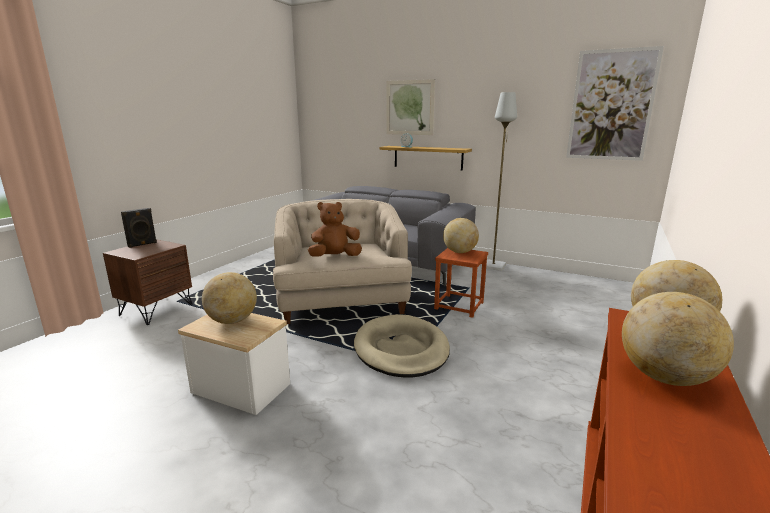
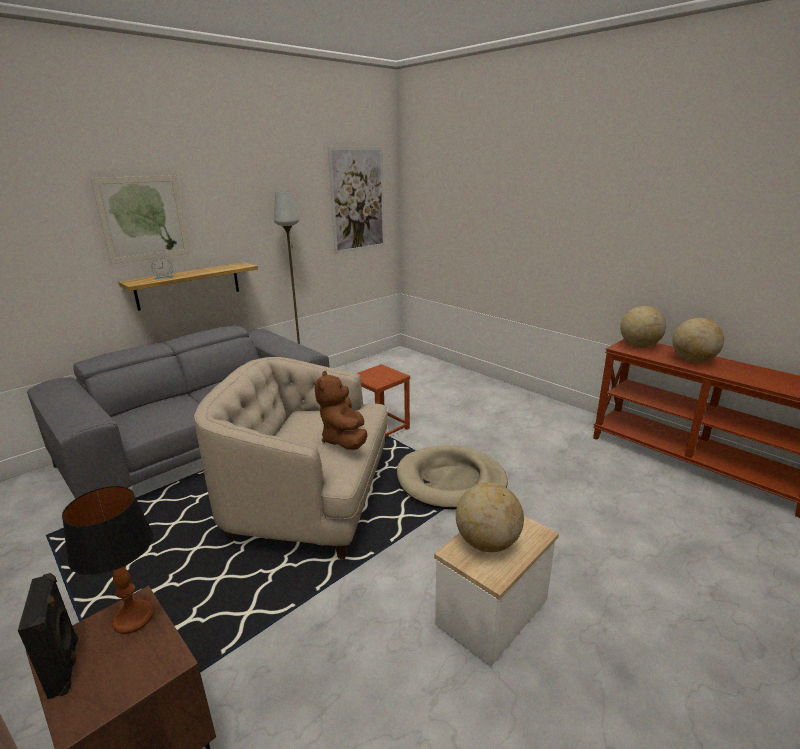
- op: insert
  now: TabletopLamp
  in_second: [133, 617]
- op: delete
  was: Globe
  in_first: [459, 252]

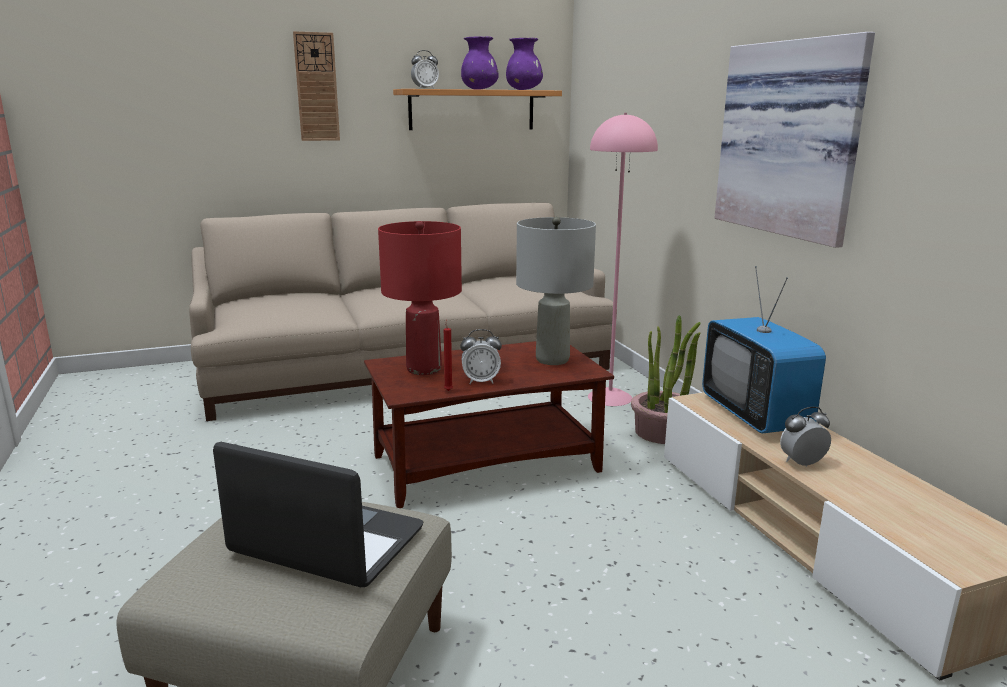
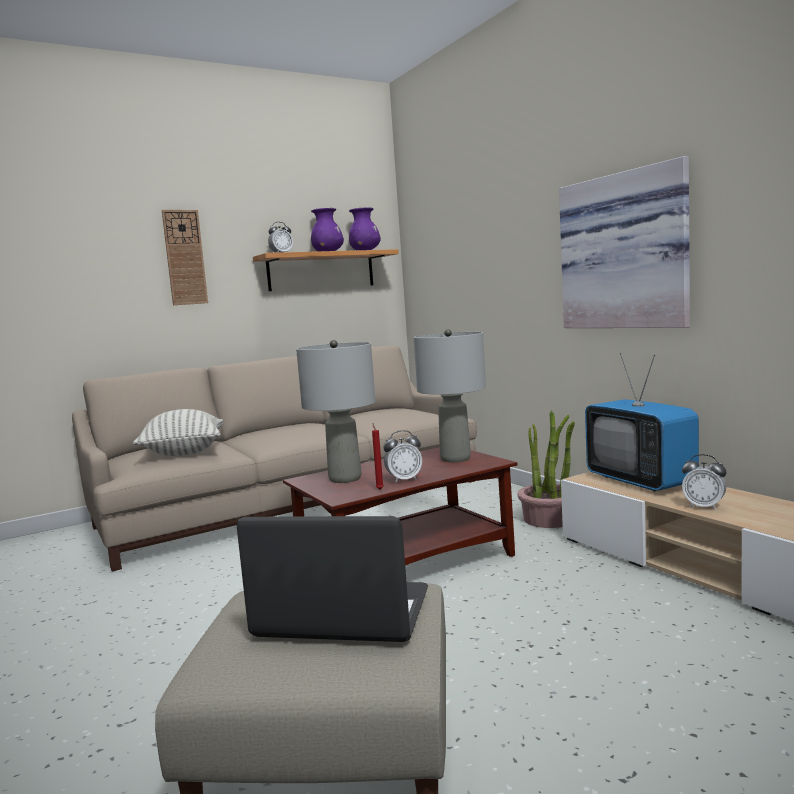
- op: insert
  now: ThrowPillow
  in_second: [184, 453]
- op: recolor
  was: RedColouredTabletopLamp
  now: GrayTabletopLamp
  in_first: [424, 369]
  in_second: [345, 479]
- op: rotate
  was: AlarmClock
  in_first: [802, 463]
  in_second: [704, 507]
  clockwise: -120
- op: delete
  was: PinkStandingLamp
  in_first: [610, 397]

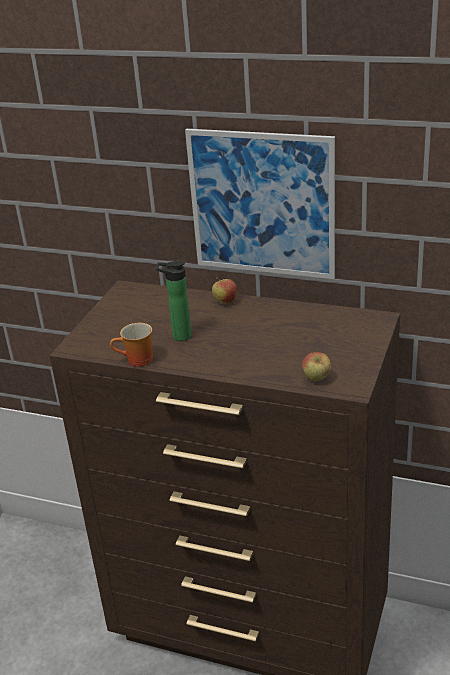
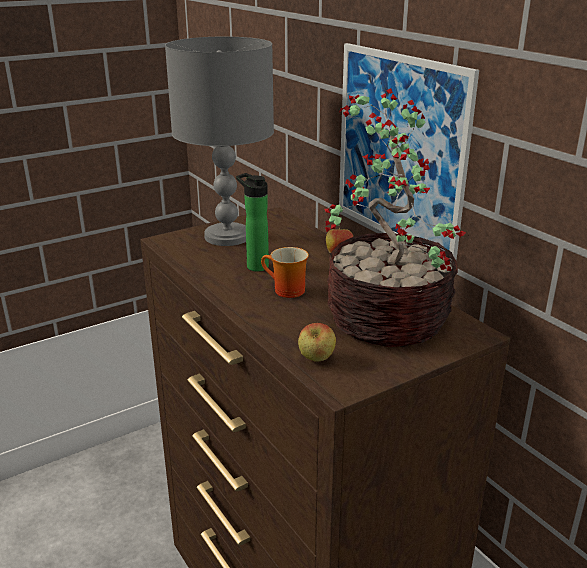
- op: insert
  now: GrayTabletopLamp
  in_second: [228, 236]
- op: move
  was: CoffeeMug
  in_first: [137, 361]
  in_second: [285, 291]
- op: insert
  now: Houseplant
  in_second: [384, 316]

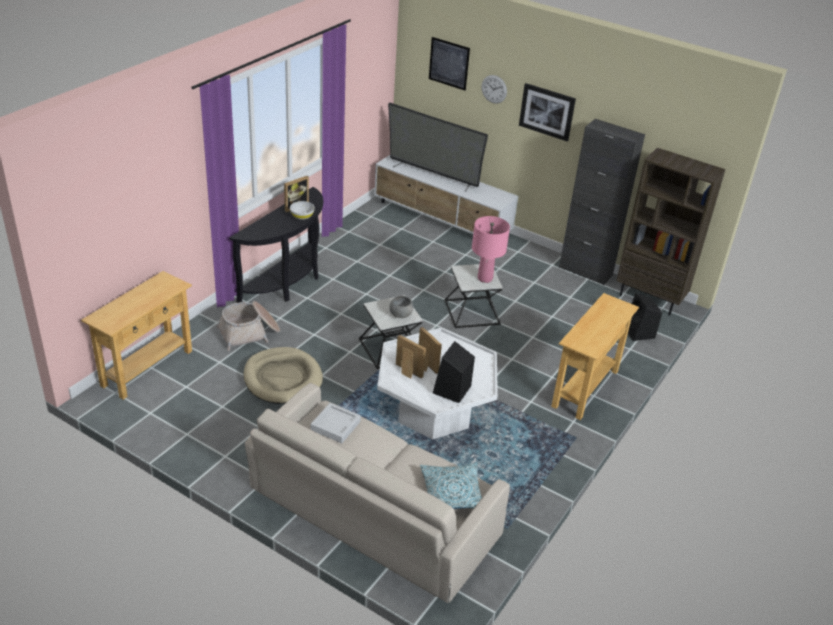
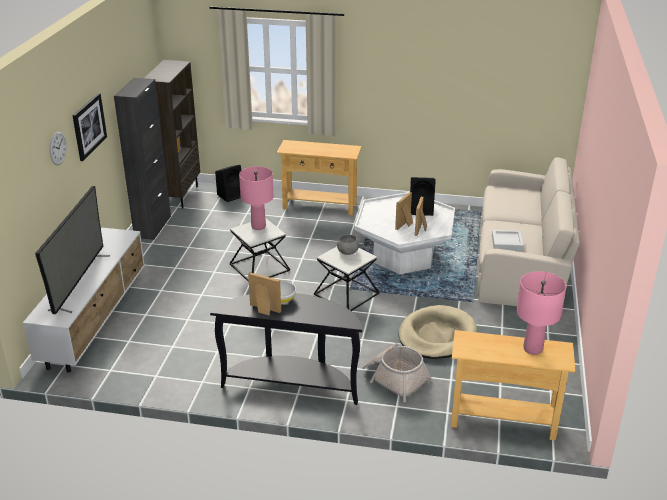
- op: insert
  now: PinkTabletopLamp
  in_second: [533, 349]
- op: delete
  was: ThrowPillow
  in_first: [451, 493]
- op: delete
  was: WallPicture
  in_first: [449, 63]

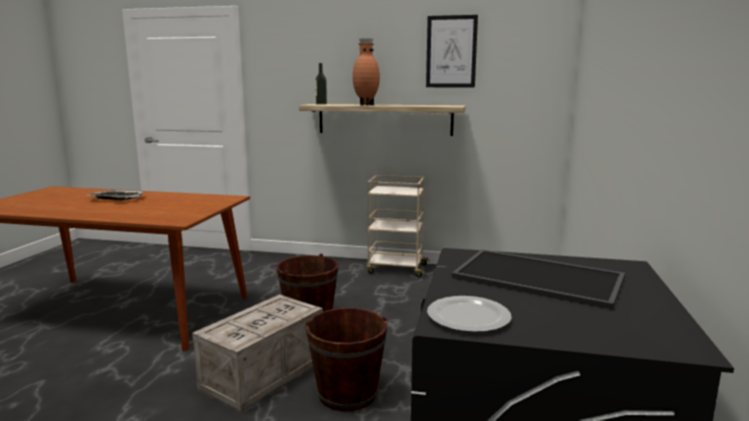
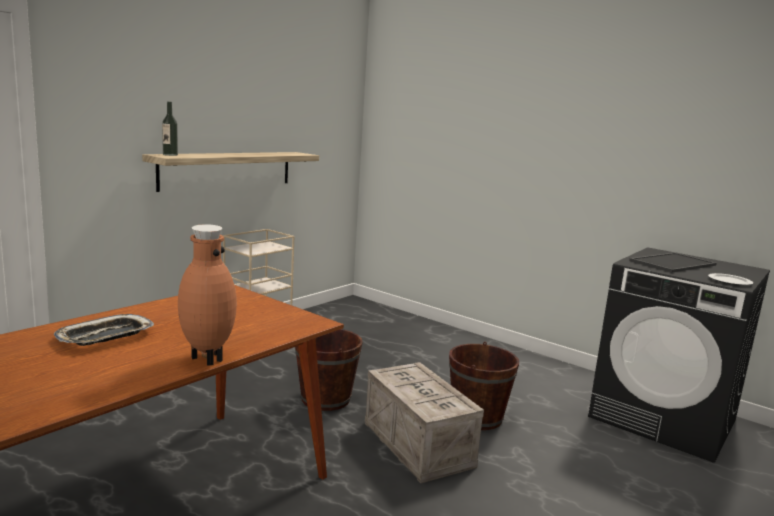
- op: move
  was: BrownDecorativeVase
  in_first: [365, 105]
  in_second: [206, 358]
- op: delete
  was: WallPicture
  in_first: [451, 52]

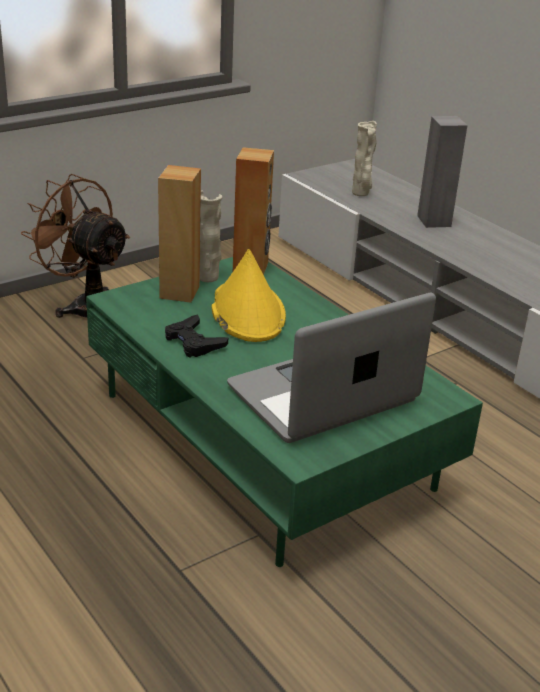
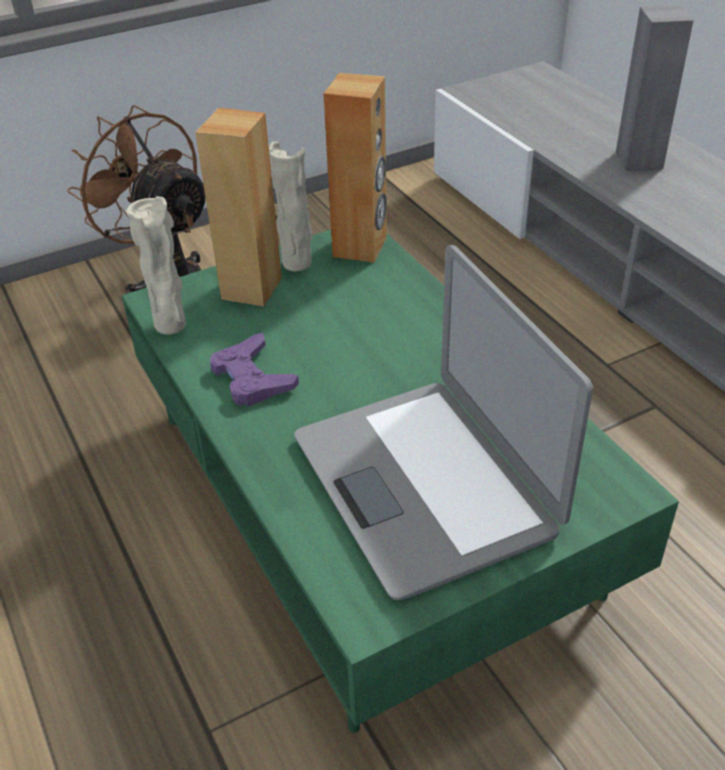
- op: move
  was: SandColouredDecorativeVase
  in_first: [361, 194]
  in_second: [171, 326]
- op: recolor
  was: BlackGamepad
  now: PurpleGamepad
  in_first: [194, 342]
  in_second: [252, 378]
- op: rotate
  was: Laptop
  in_first: [323, 396]
  in_second: [426, 483]
  clockwise: -90
- op: delete
  was: YellowHat
  in_first: [247, 312]

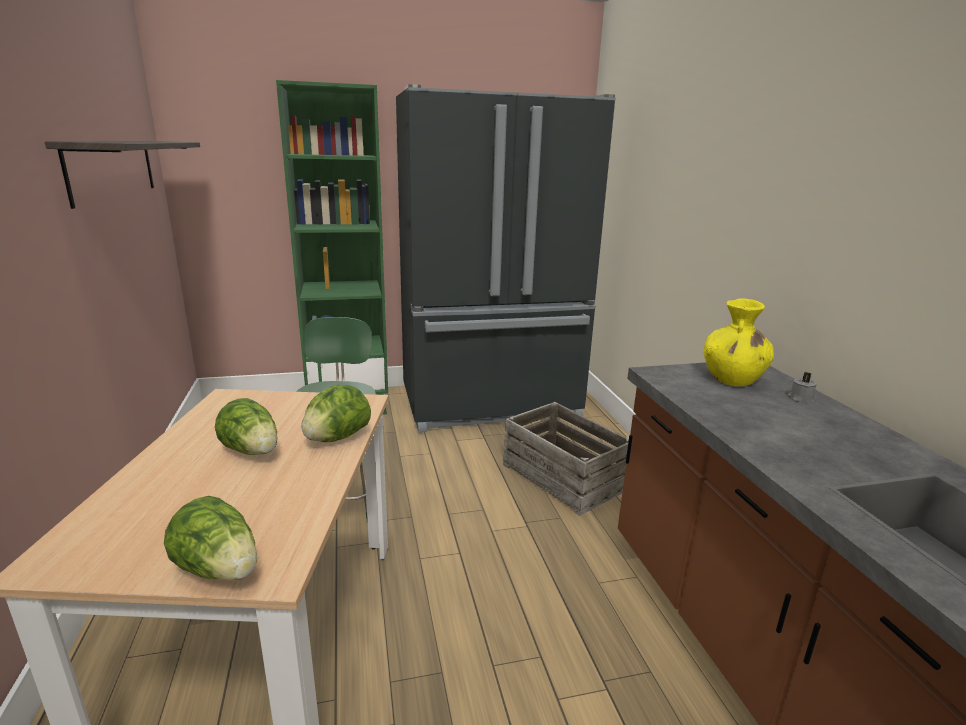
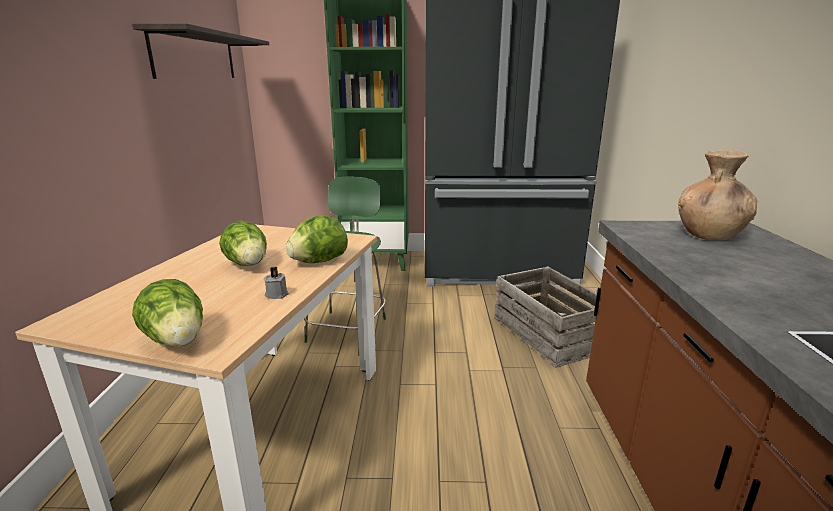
- op: move
  was: GrayCandle
  in_first: [799, 398]
  in_second: [277, 294]
- op: recolor
  was: YellowDecorativeVase
  now: BrownDecorativeVase
  in_first: [732, 379]
  in_second: [709, 235]

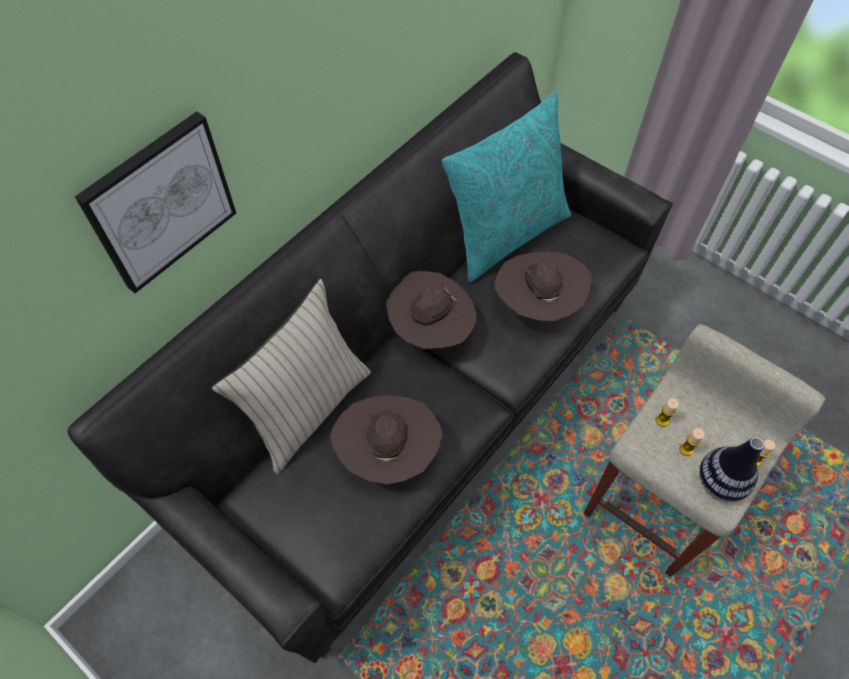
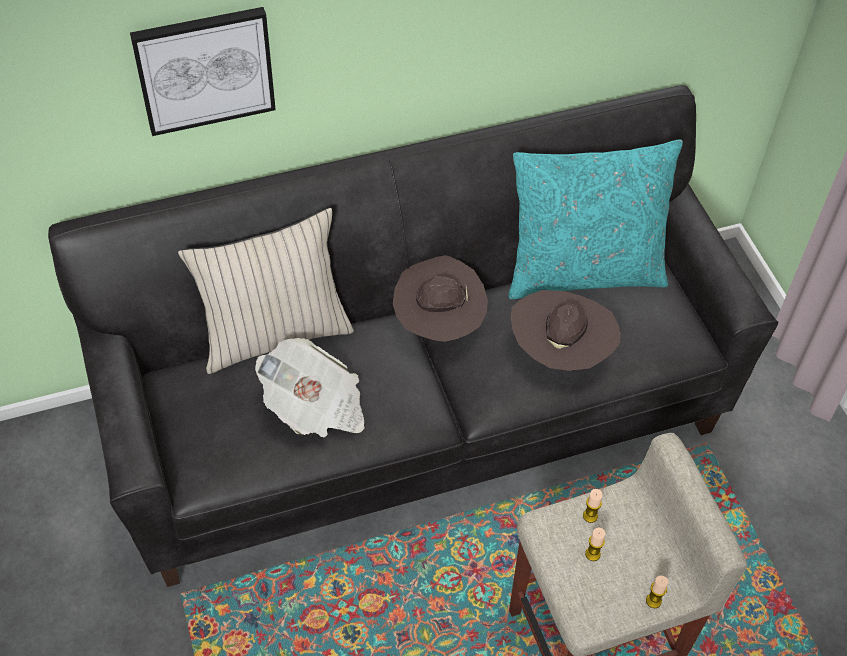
- op: replace
  was: BrownHat
  now: Newspaper
  in_first: [388, 452]
  in_second: [315, 407]
- op: delete
  was: DecorativeVase
  in_first: [719, 482]

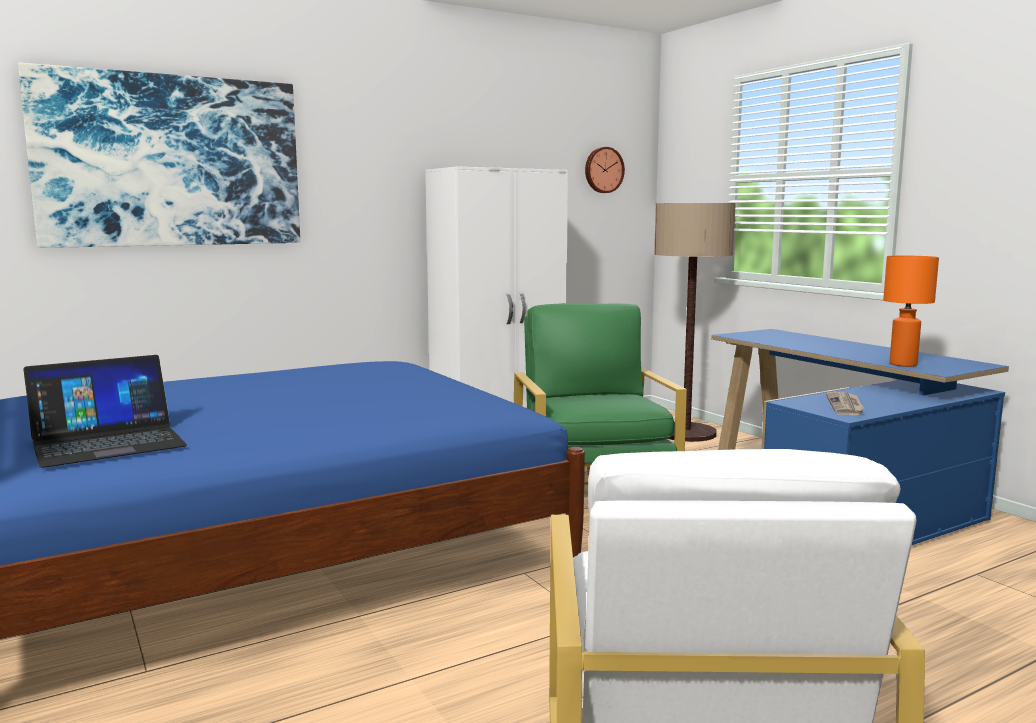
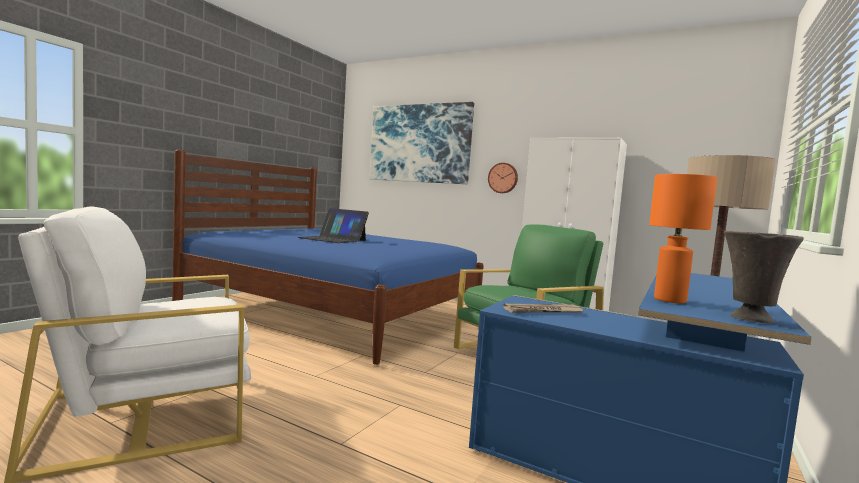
- op: move
  was: Laptop
  in_first: [108, 442]
  in_second: [333, 239]
- op: move
  was: WallClock
  in_first: [603, 170]
  in_second: [503, 178]
- op: insert
  now: GrayDecorativeVase
  in_second: [749, 319]

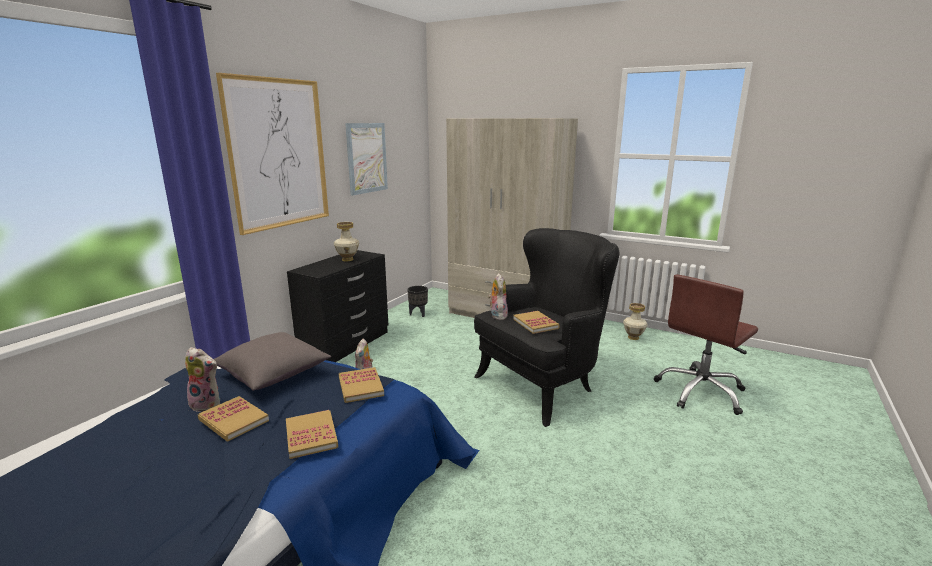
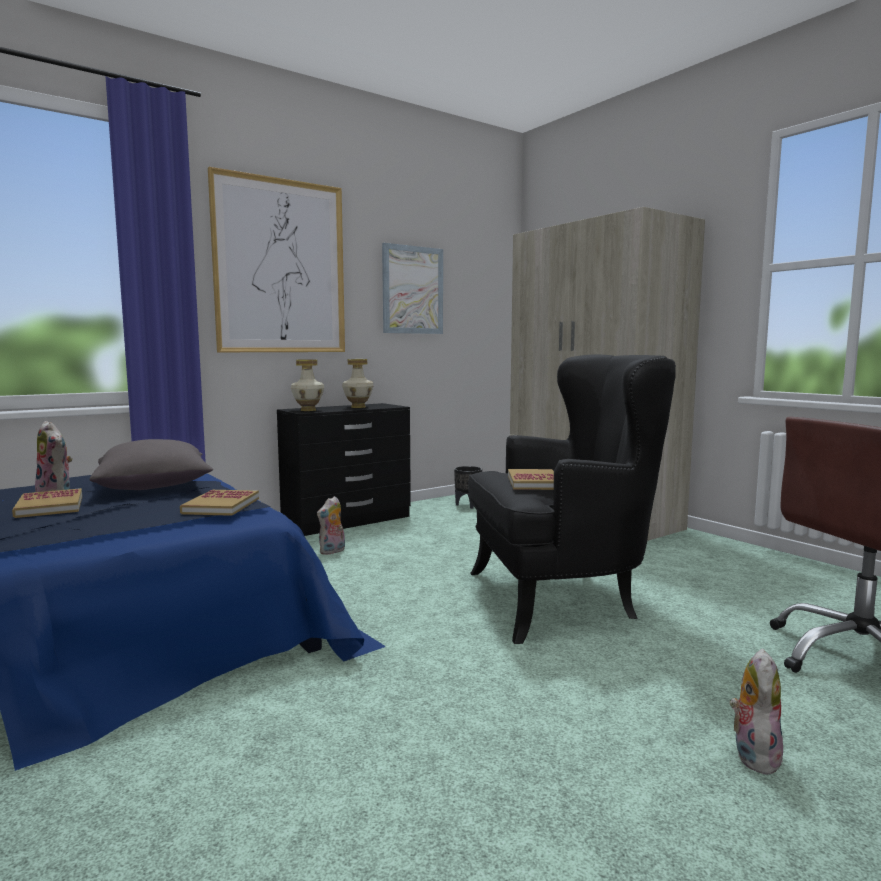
- op: move
  was: DecorativeVase
  in_first: [633, 337]
  in_second: [308, 410]
- op: move
  was: SoftToy
  in_first: [497, 315]
  in_second: [753, 754]
- op: delete
  was: Volume
  in_first: [311, 436]

